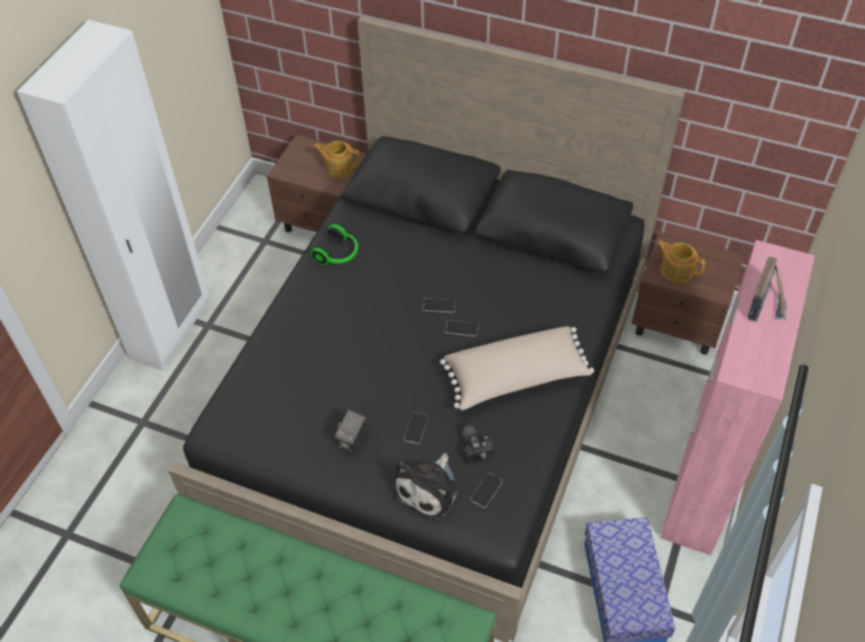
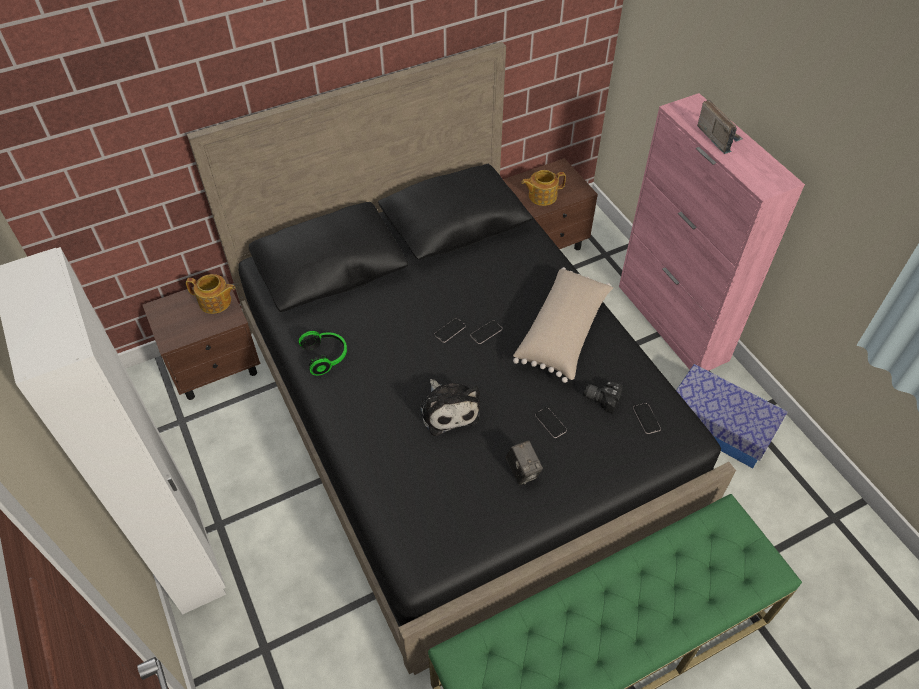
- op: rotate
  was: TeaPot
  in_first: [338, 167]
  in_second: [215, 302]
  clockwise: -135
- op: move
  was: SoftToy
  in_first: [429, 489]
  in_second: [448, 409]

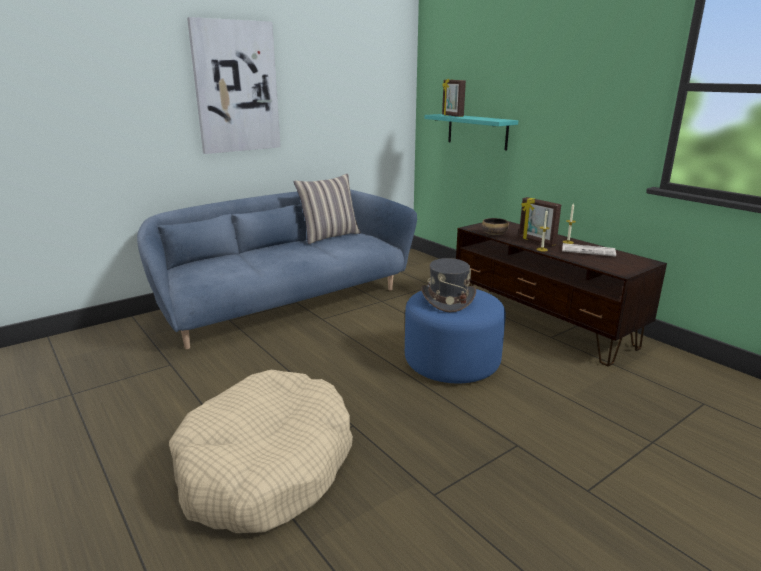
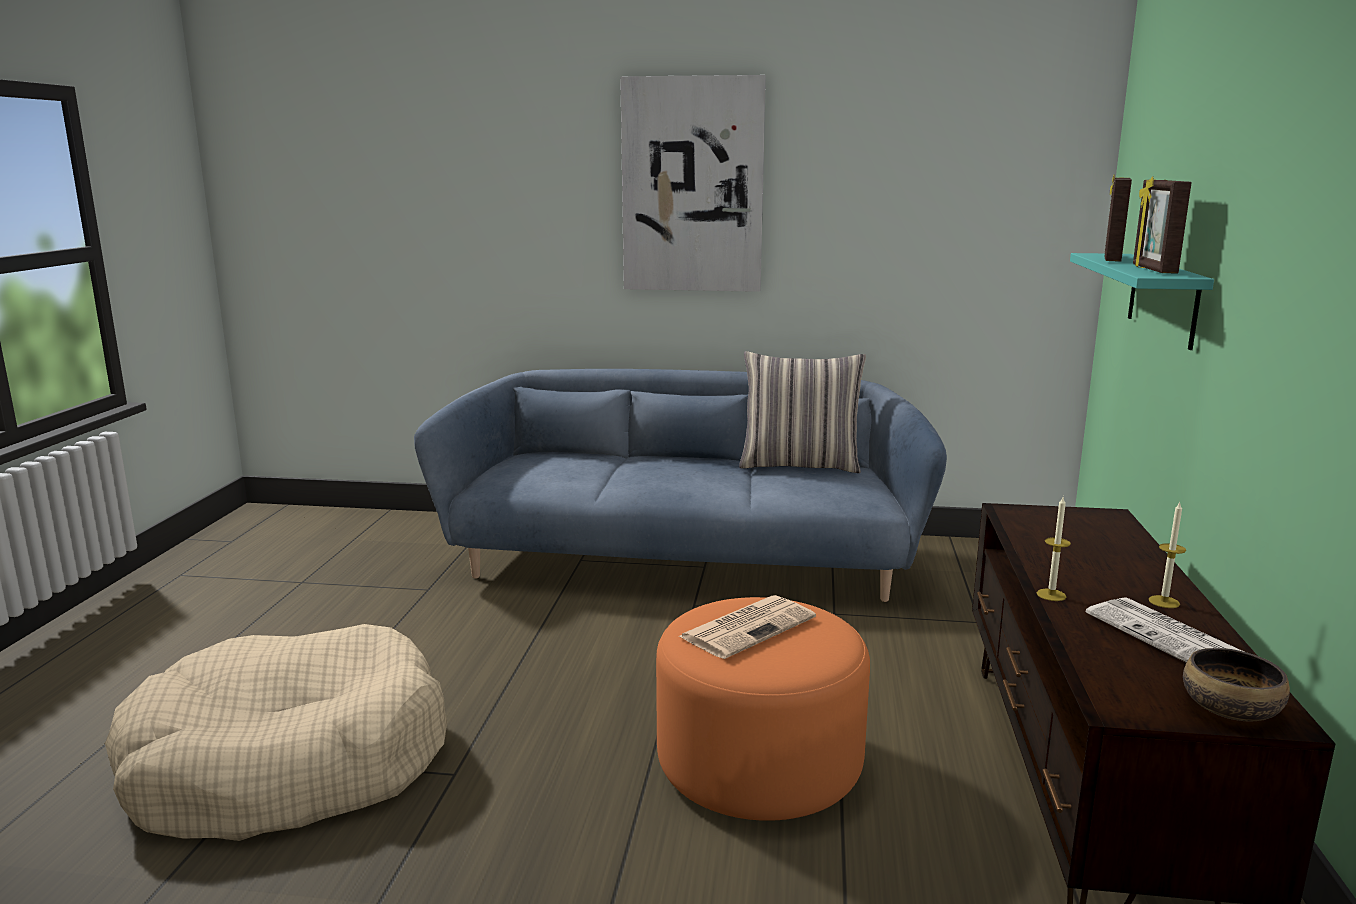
- op: recolor
  was: BluishFootrest
  now: OrangeyFootrest
  in_first: [451, 362]
  in_second: [758, 764]
- op: replace
  was: GrayHat
  now: Newspaper
  in_first: [447, 299]
  in_second: [748, 627]
- op: move
  was: PictureFrame
  in_first: [536, 241]
  in_second: [1152, 270]
- op: move
  was: ServingBowl
  in_first: [494, 234]
  in_second: [1229, 709]

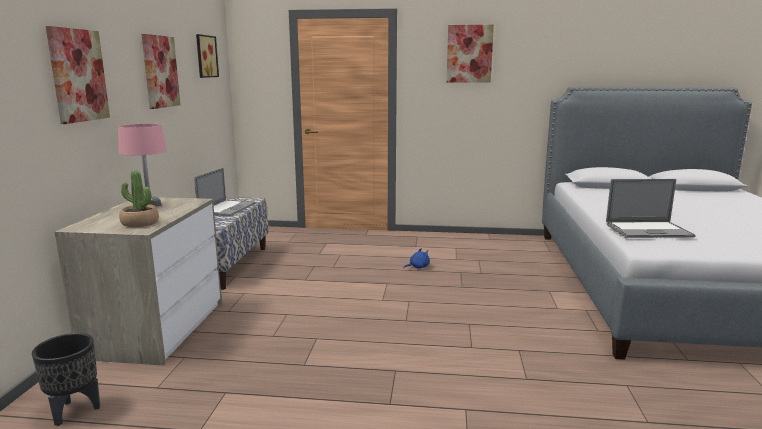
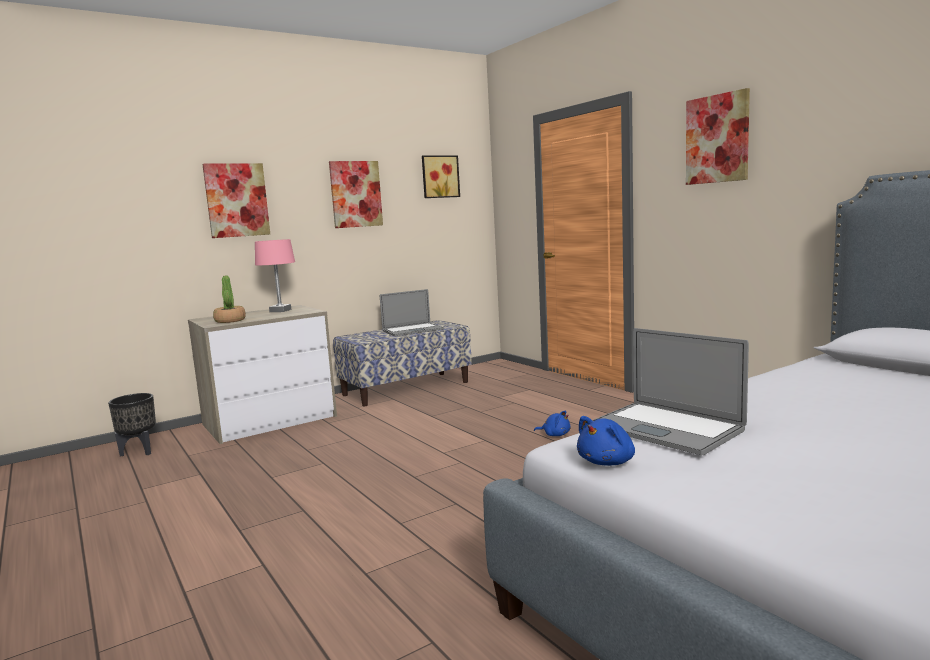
- op: insert
  now: BluishSoftToy
  in_second: [608, 462]

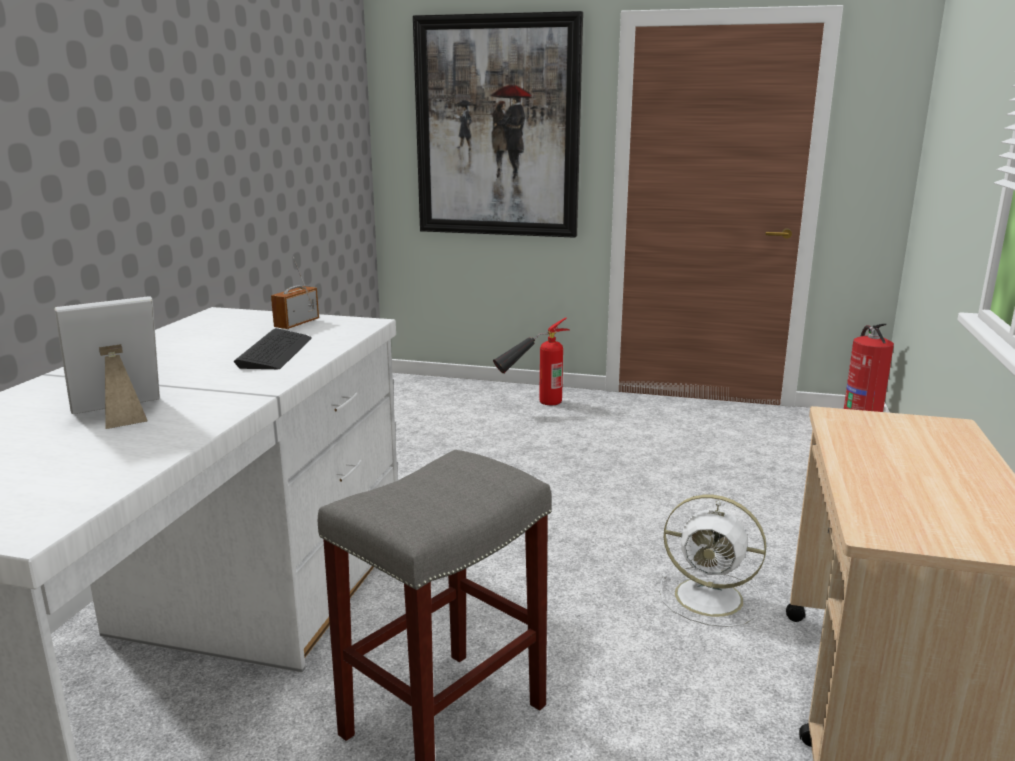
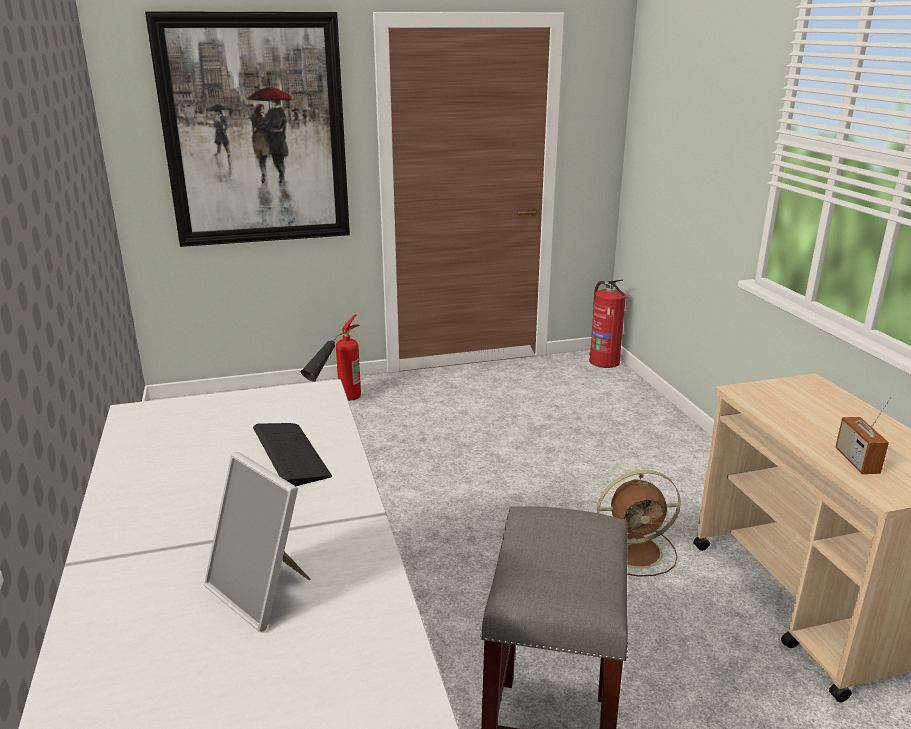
- op: rotate
  was: PictureFrame
  in_first: [119, 414]
  in_second: [263, 592]
  clockwise: -75
- op: recolor
  was: WhiteColouredFan
  now: BrownFan
  in_first: [712, 598]
  in_second: [636, 551]
- op: move
  was: RadioReceiver
  in_first: [297, 324]
  in_second: [856, 461]

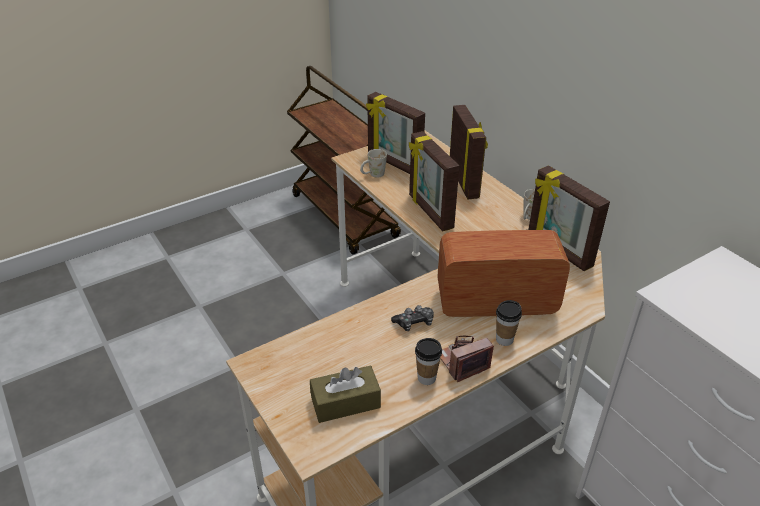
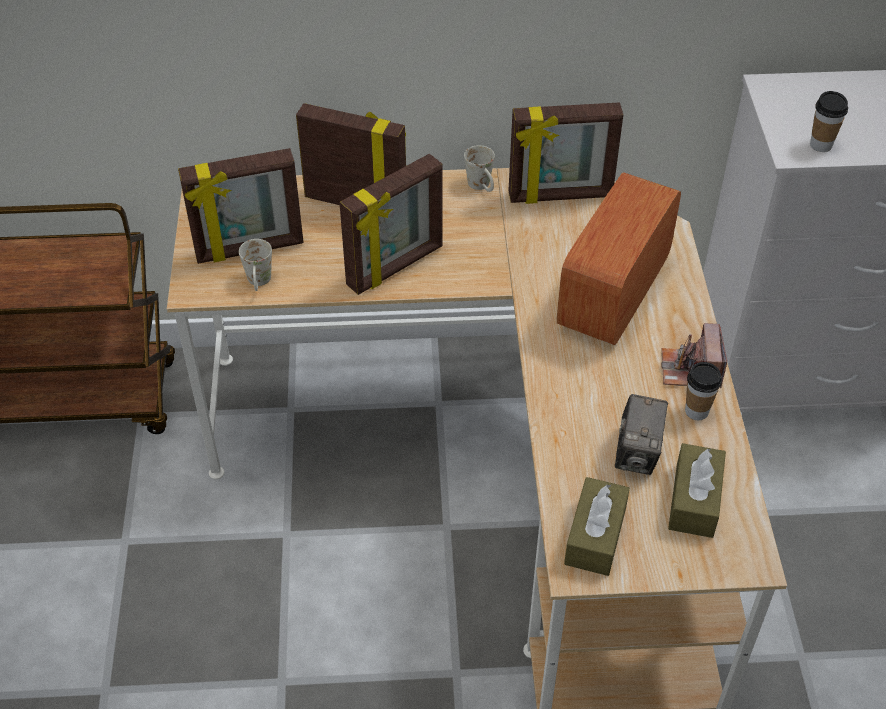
- op: rotate
  was: PictureFrame
  in_first: [429, 212]
  in_second: [396, 267]
  clockwise: -45
- op: insert
  now: BrownTissueHolder
  in_second: [595, 536]
- op: insert
  now: StillCamera
  in_second: [637, 454]
- op: move
  was: SmallCup
  in_first: [504, 339]
  in_second: [821, 145]
- op: delete
  was: Gamepad
  in_first: [414, 323]

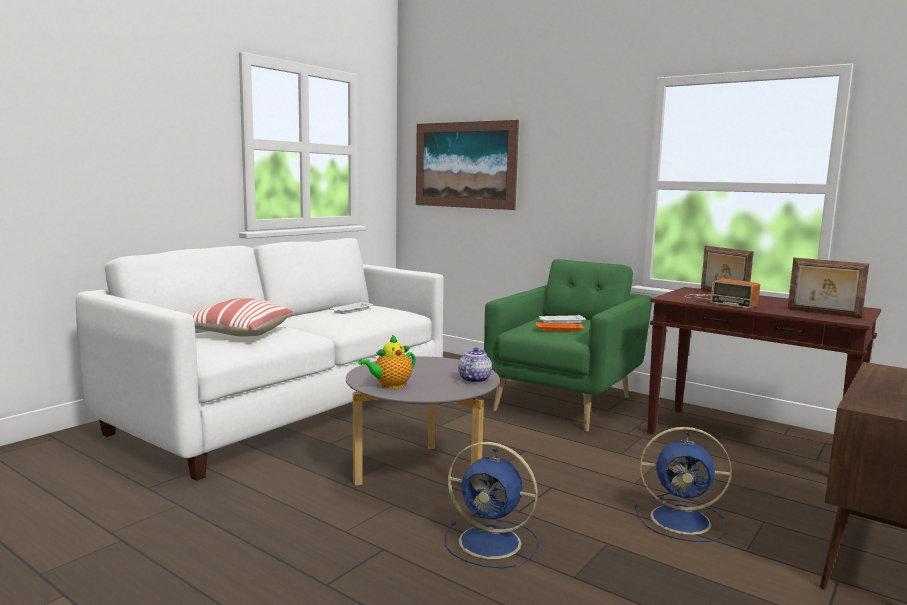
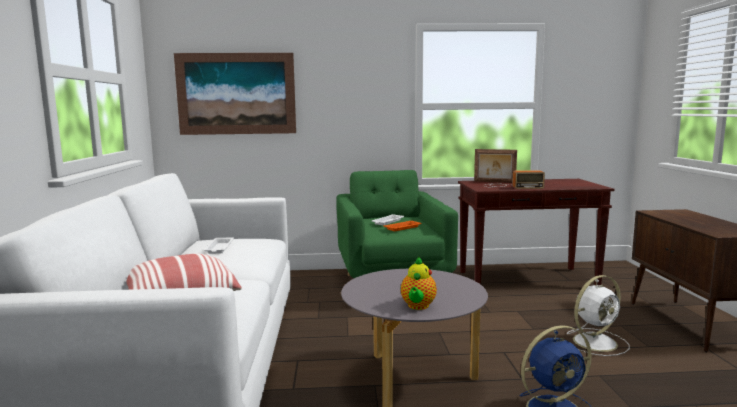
- op: recolor
  was: BluishFan
  now: WhiteColouredFan
  in_first: [683, 520]
  in_second: [596, 342]
- op: delete
  was: TeaPot
  in_first: [474, 379]
- op: delete
  was: PictureFrame
  in_first: [823, 313]

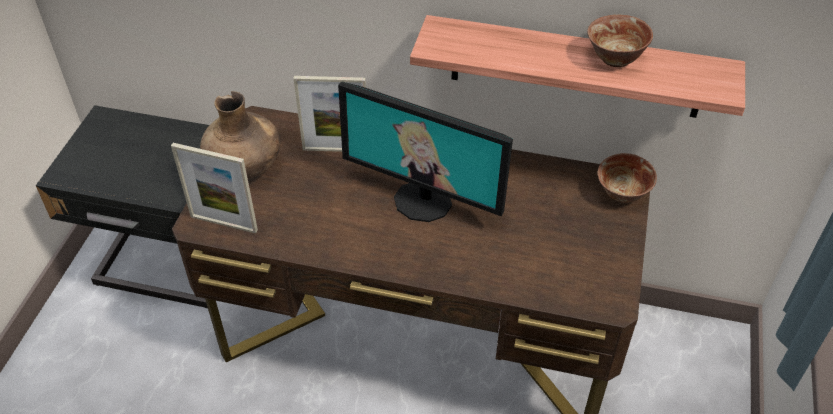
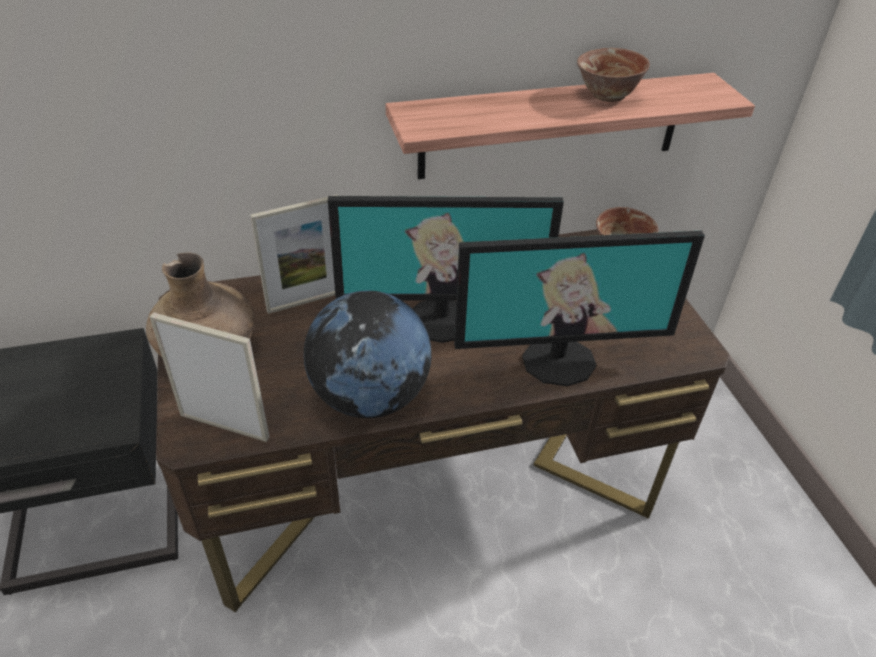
- op: rotate
  was: PictureFrame
  in_first: [224, 223]
  in_second: [224, 426]
  clockwise: -150
- op: insert
  now: Globe
  in_second: [370, 397]
- op: insert
  now: ComputerDisplay
  in_second: [558, 360]

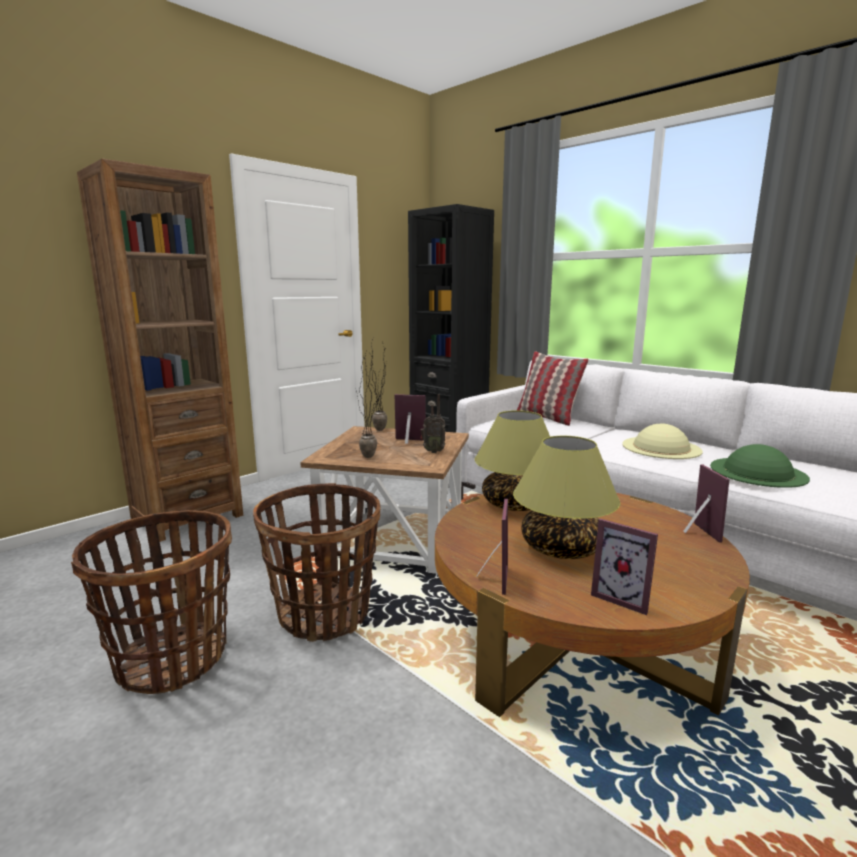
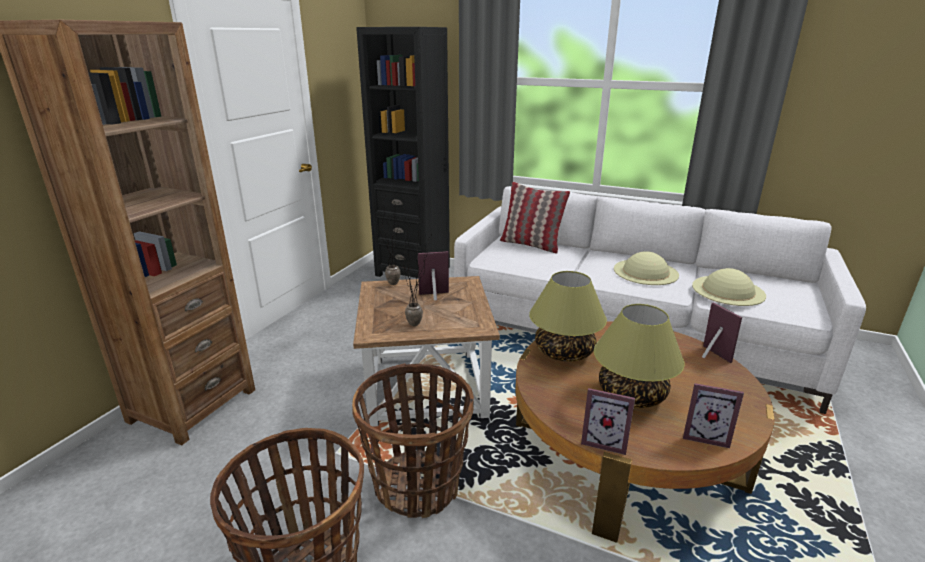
- op: rotate
  was: PictureFrame
  in_first: [491, 579]
  in_second: [604, 441]
  clockwise: 120
- op: recolor
  was: GreenHat
  now: SandColouredHat
  in_first: [758, 472]
  in_second: [728, 290]
- op: delete
  was: RadioReceiver
  in_first: [433, 451]

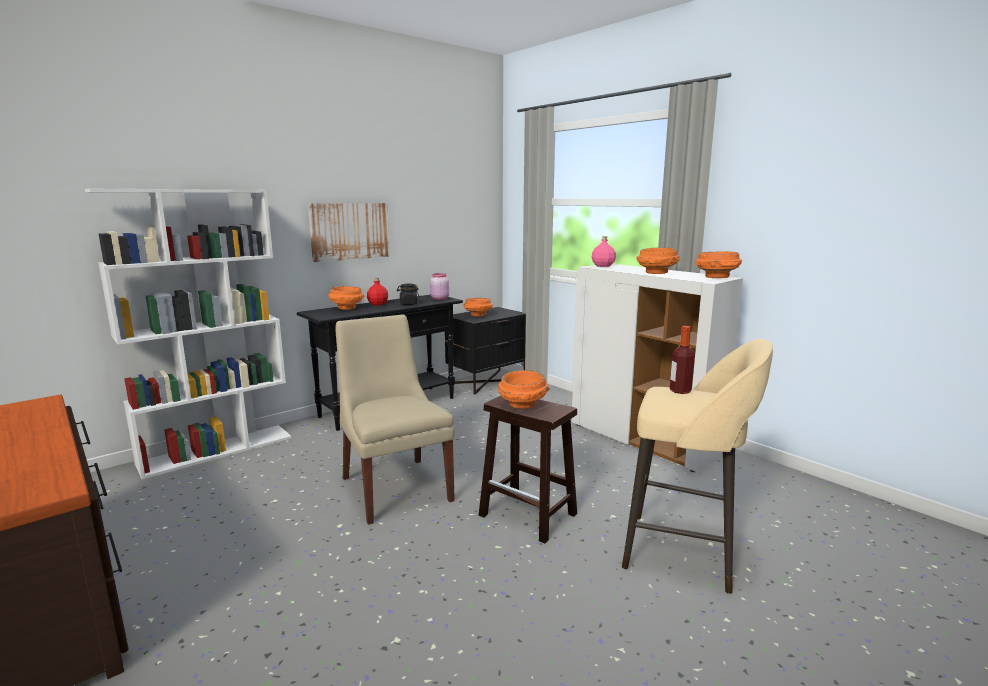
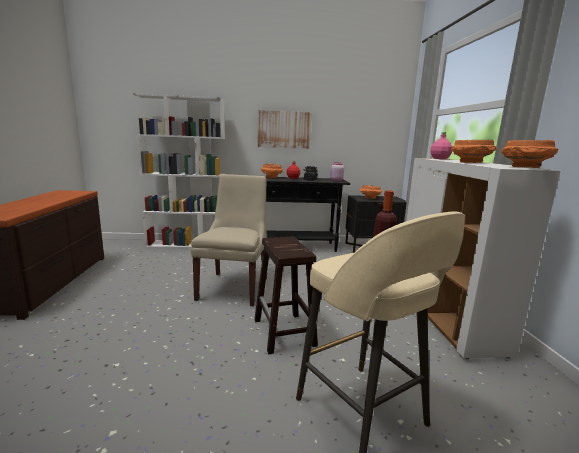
- op: delete
  was: OrangeyServingBowl
  in_first: [523, 404]

